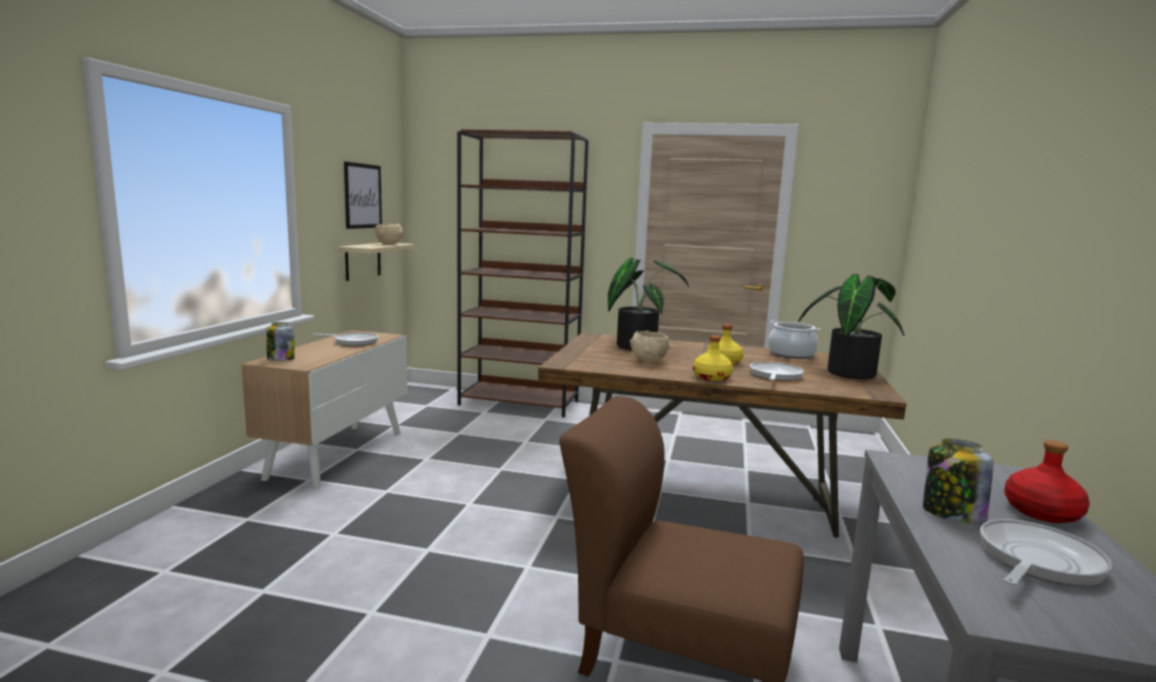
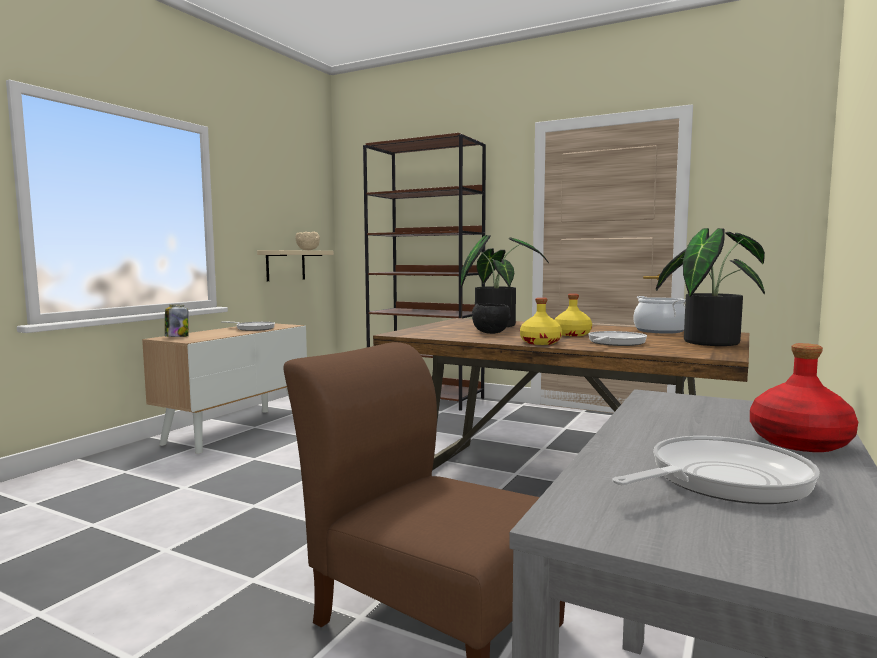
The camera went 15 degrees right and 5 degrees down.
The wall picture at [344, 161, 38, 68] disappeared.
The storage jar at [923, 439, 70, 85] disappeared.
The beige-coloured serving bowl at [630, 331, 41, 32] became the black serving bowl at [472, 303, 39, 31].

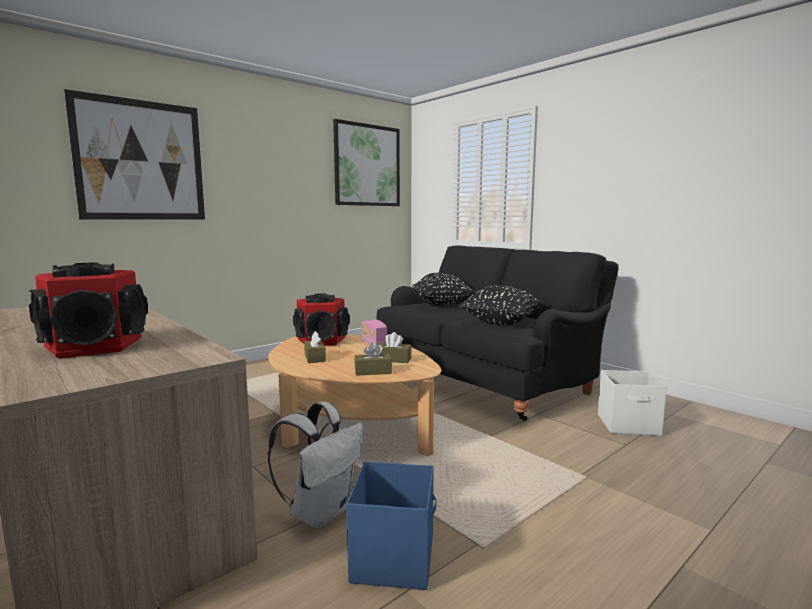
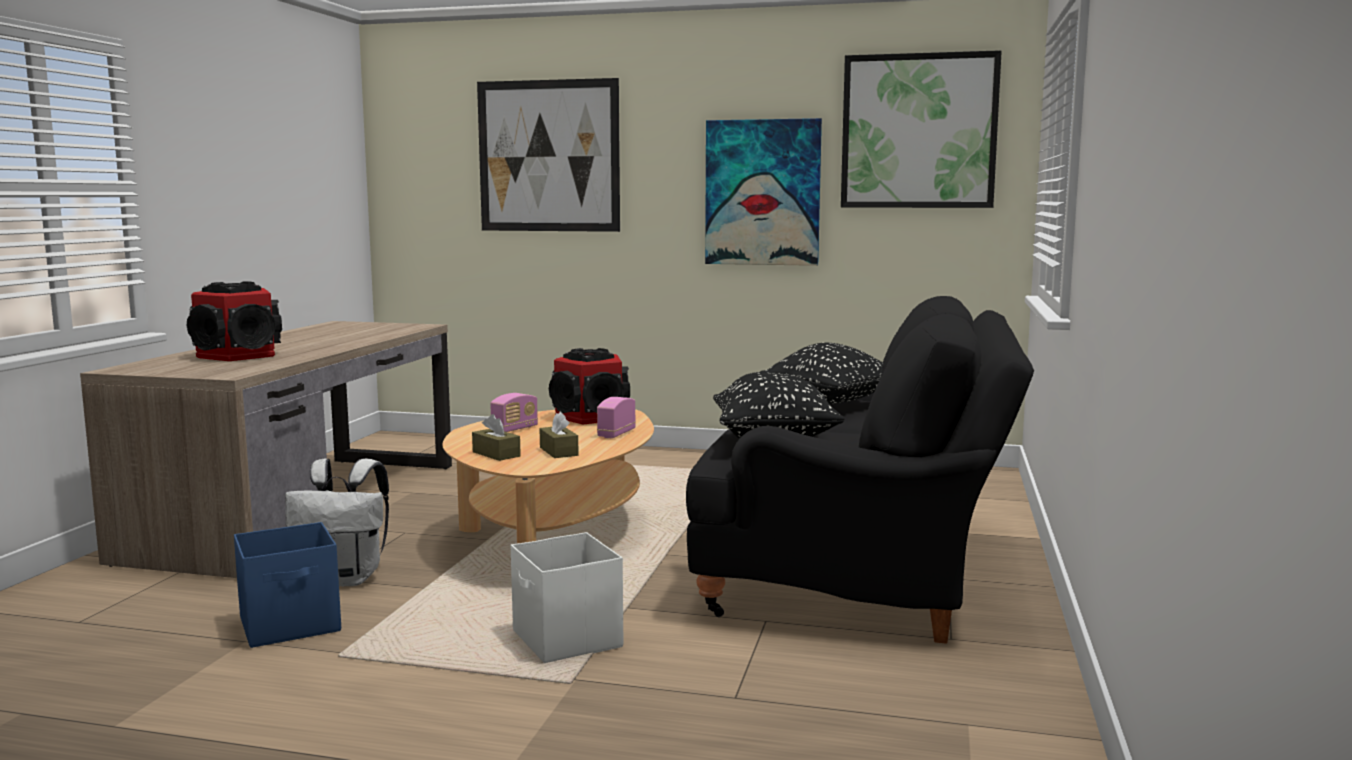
The camera went 55 degrees right and 0 degrees up.
The wall picture at [705, 118, 117, 148] appeared.
The white-coloured storage box moved from [598, 370, 69, 66] to [511, 532, 112, 131].
The brownish box of tissues at [304, 331, 22, 32] was replaced by the radio at [490, 393, 48, 39].

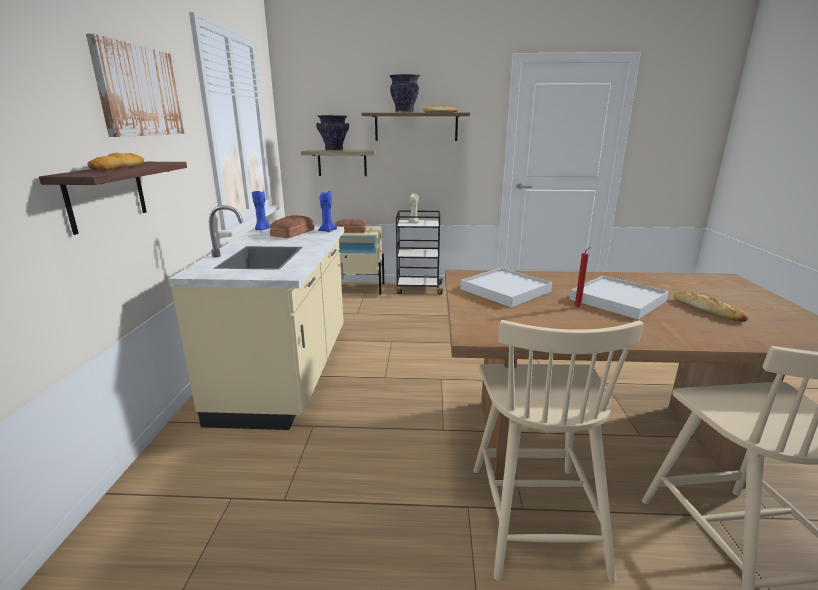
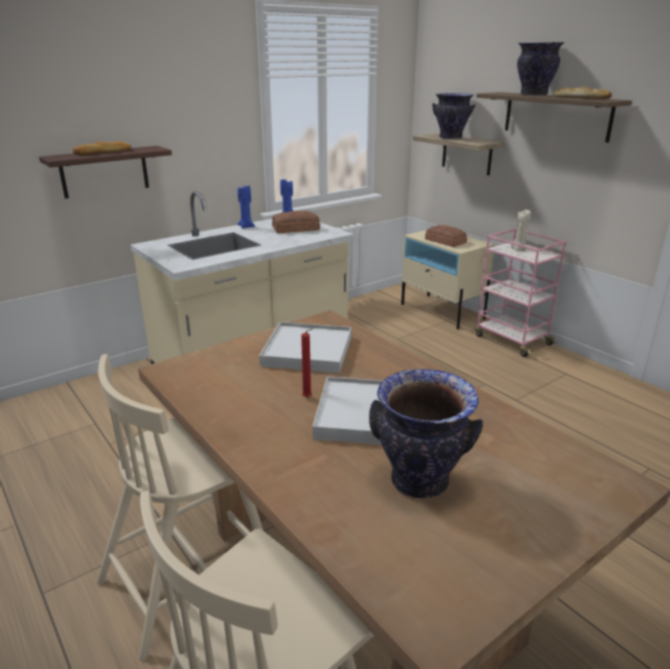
The camera went 50 degrees right and 5 degrees up.
The wall picture at [86, 34, 99, 103] disappeared.
The bluish candle moved from [318, 191, 19, 41] to [237, 184, 18, 45].
The bakery bread at [674, 291, 74, 31] was replaced by the decorative vase at [369, 369, 114, 130].
The black trolley at [395, 210, 50, 85] became the pinkish trolley at [475, 228, 91, 129].

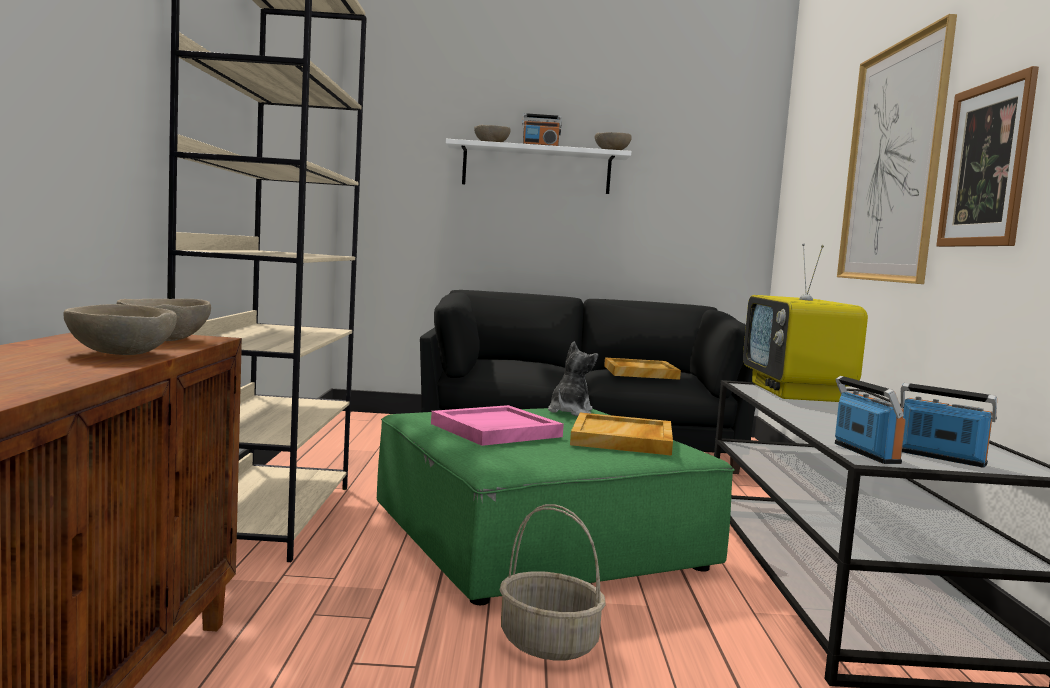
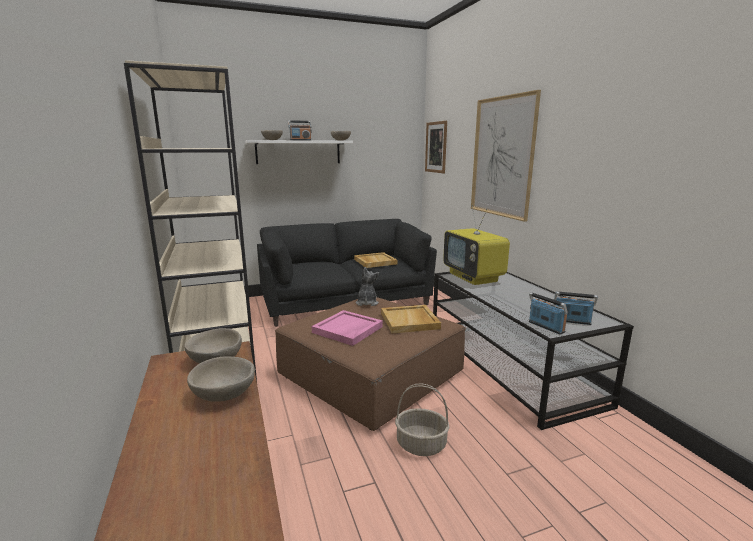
The camera went 20 degrees left and 10 degrees up.
The wall picture moved from [936, 66, 103, 181] to [425, 121, 22, 52].
The greenish pouffe at [377, 408, 358, 197] became the brownish pouffe at [275, 297, 191, 134].

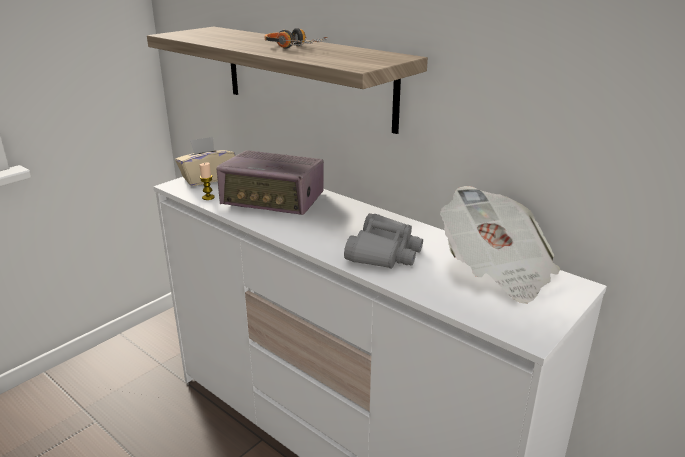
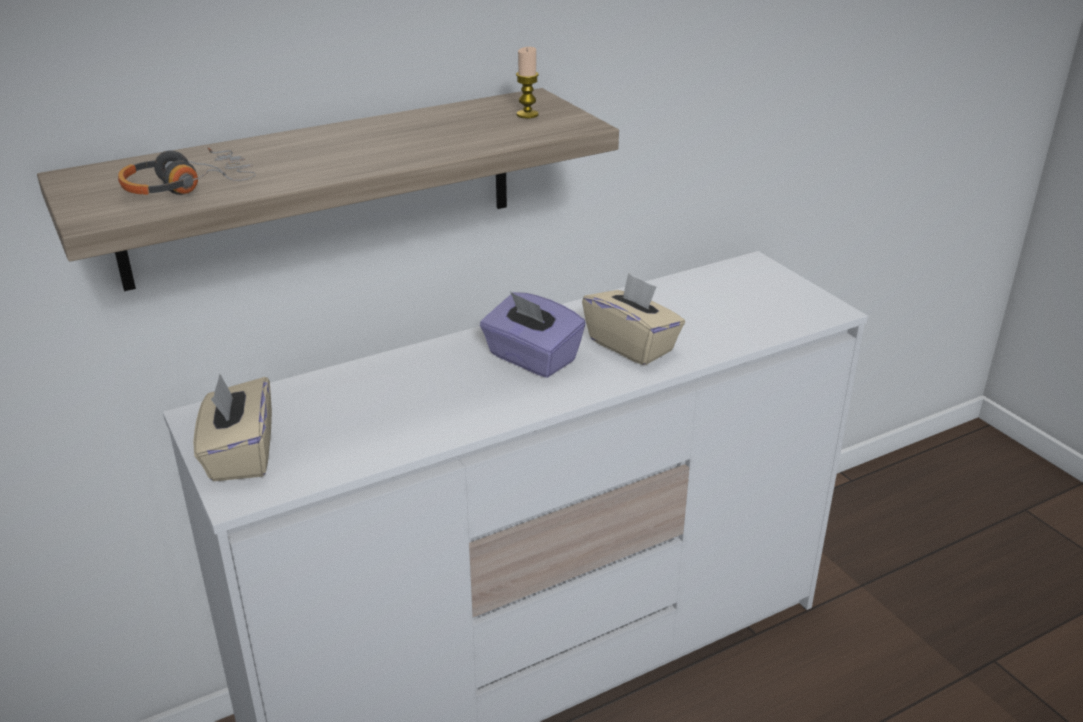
The camera went 70 degrees left and 5 degrees up.
The radio at [217, 150, 107, 65] disappeared.
The daily paper at [440, 186, 120, 118] disappeared.
The purplish box of tissues at [480, 292, 106, 86] appeared.
The candle moved from [200, 163, 15, 37] to [516, 47, 23, 71].
The pair of headphones moved from [264, 28, 64, 21] to [118, 148, 138, 47].
The greyish field glasses at [344, 213, 79, 56] was replaced by the beige-coloured box of tissues at [582, 273, 103, 92].

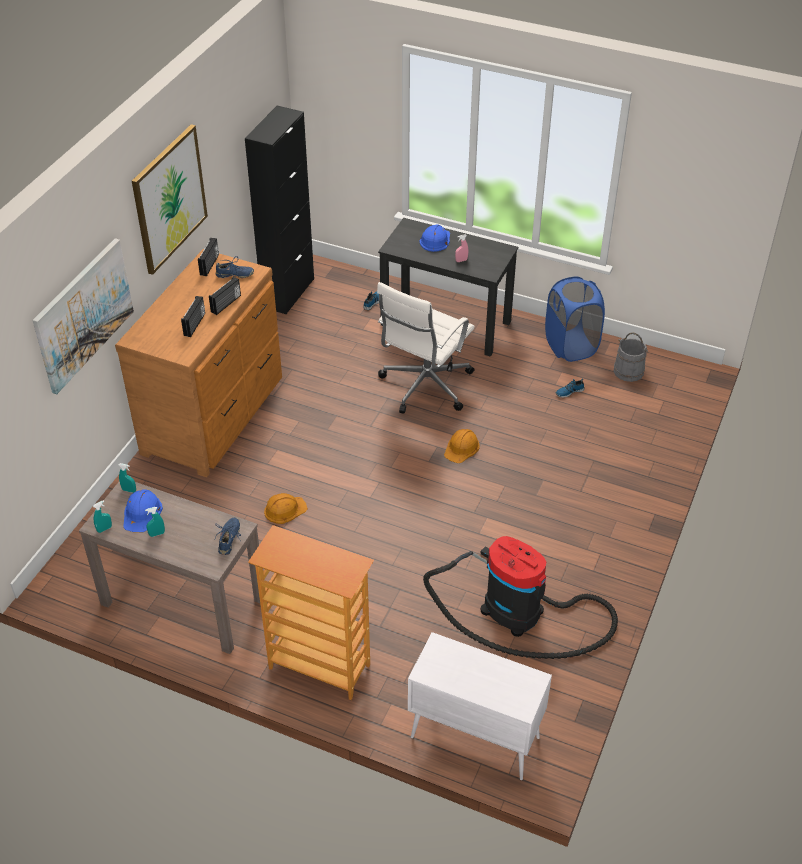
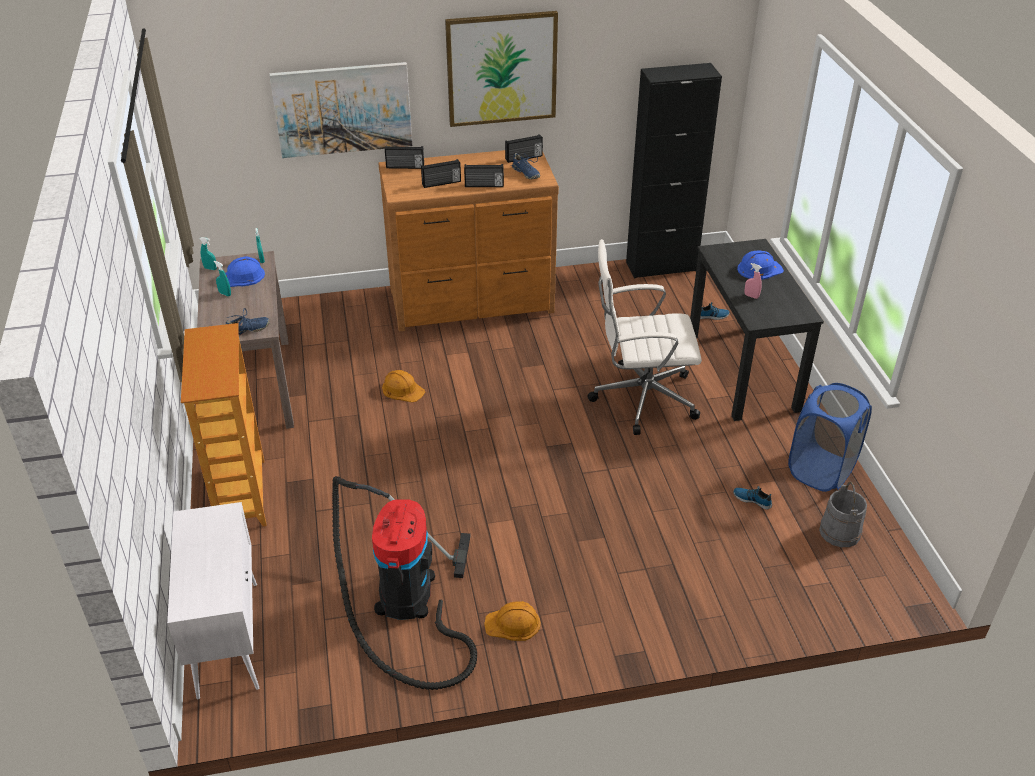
The camera went 55 degrees right and 5 degrees down.
The radio at [385, 146, 39, 23] appeared.
The orange-coloured work helmet moved from [444, 429, 36, 34] to [484, 601, 57, 40].

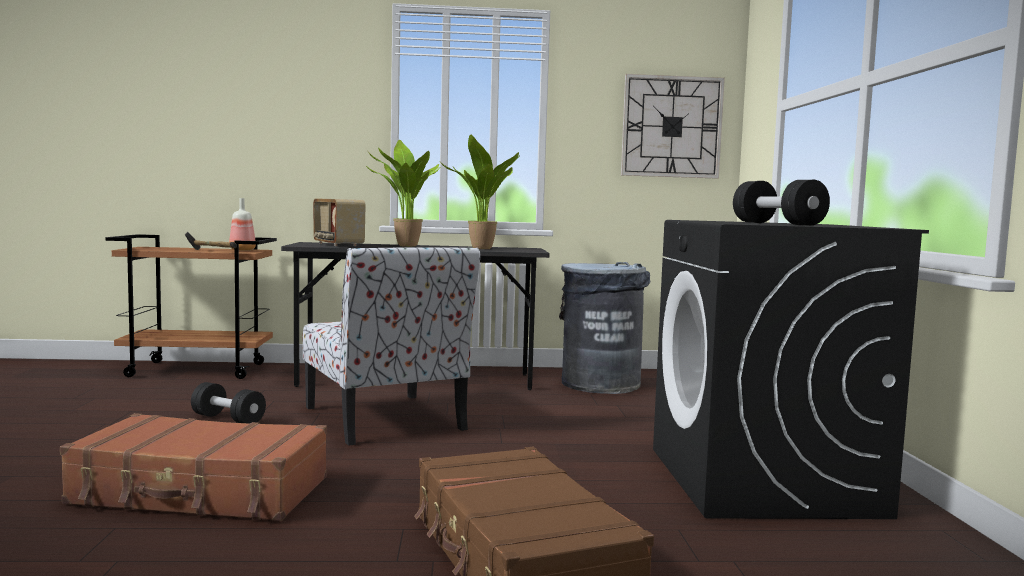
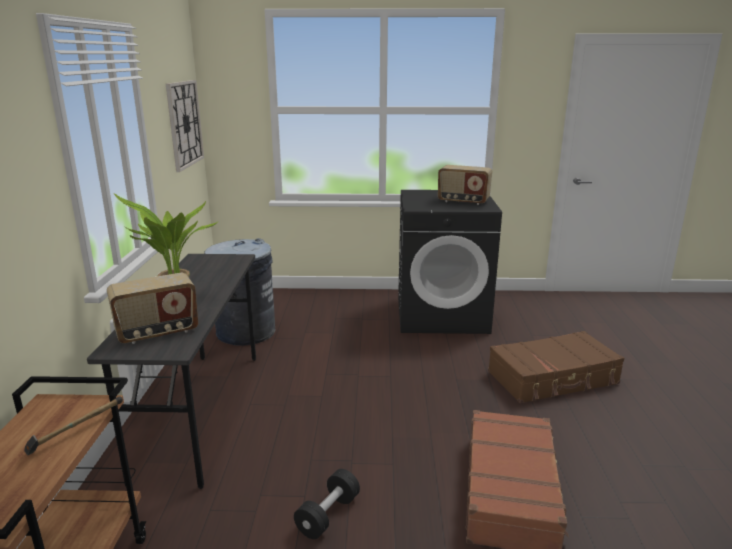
The camera went 85 degrees left and 15 degrees up.
The beverage bottle at [229, 198, 27, 53] disappeared.
The upright chair at [303, 247, 177, 199] disappeared.
The potted plant at [440, 135, 81, 114] disappeared.
The black dumbbell at [733, 180, 97, 45] was replaced by the radio at [438, 165, 54, 40].

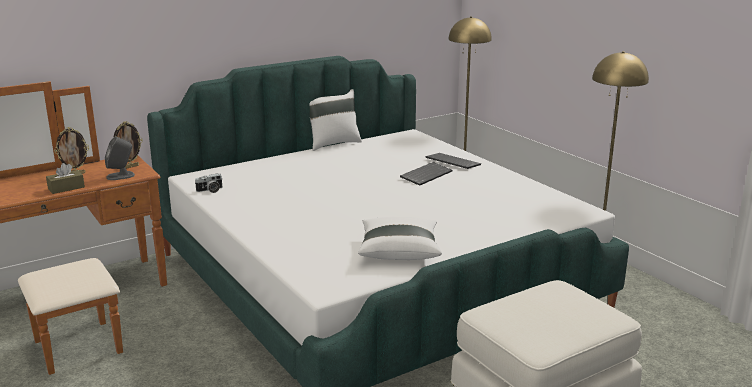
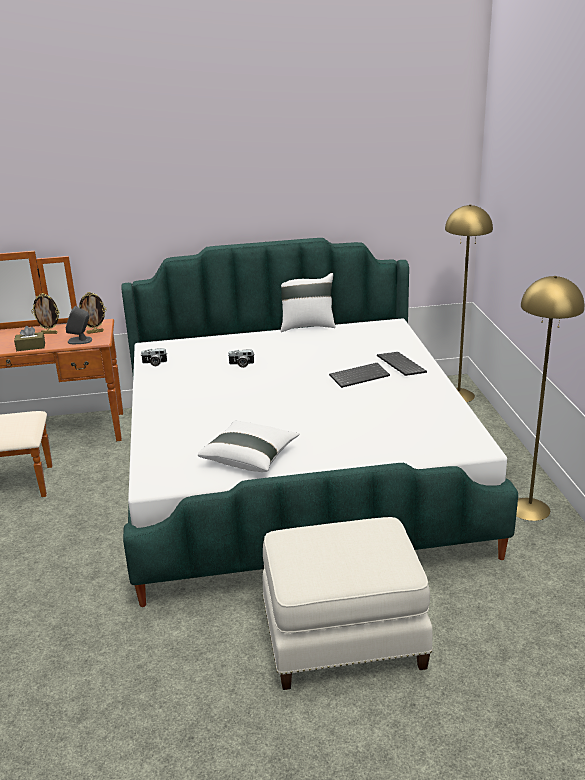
The camera went 25 degrees right and 5 degrees up.
The still camera at [228, 349, 26, 19] appeared.

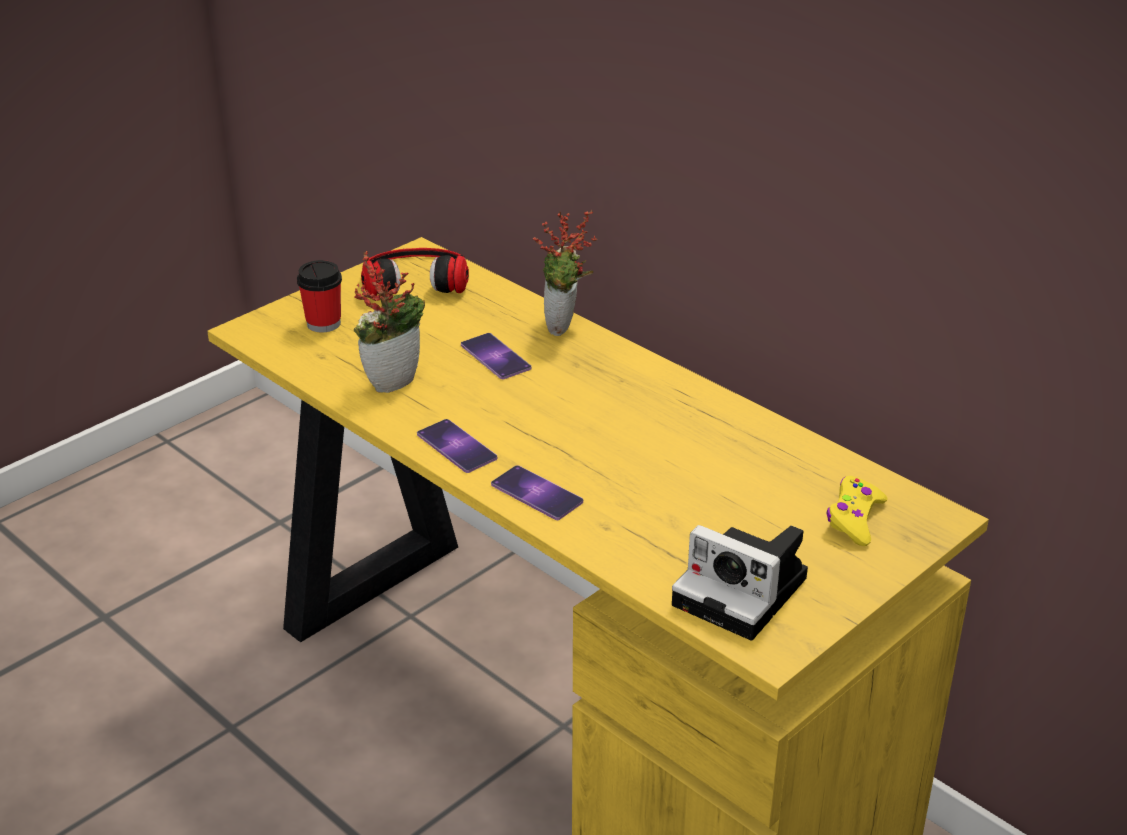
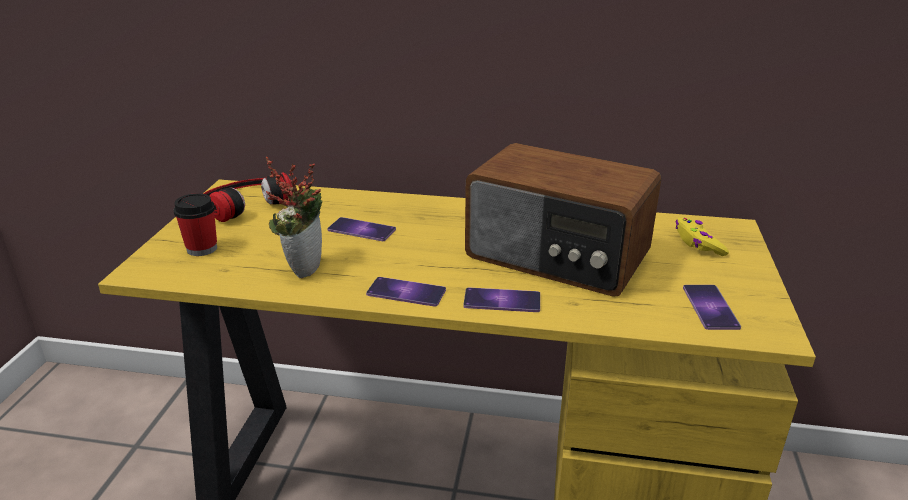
The camera went 35 degrees left and 5 degrees down.
The potted plant at [533, 210, 64, 126] disappeared.
The radio at [465, 143, 196, 154] appeared.
The still camera at [672, 525, 136, 116] was replaced by the handset at [683, 285, 58, 45].

